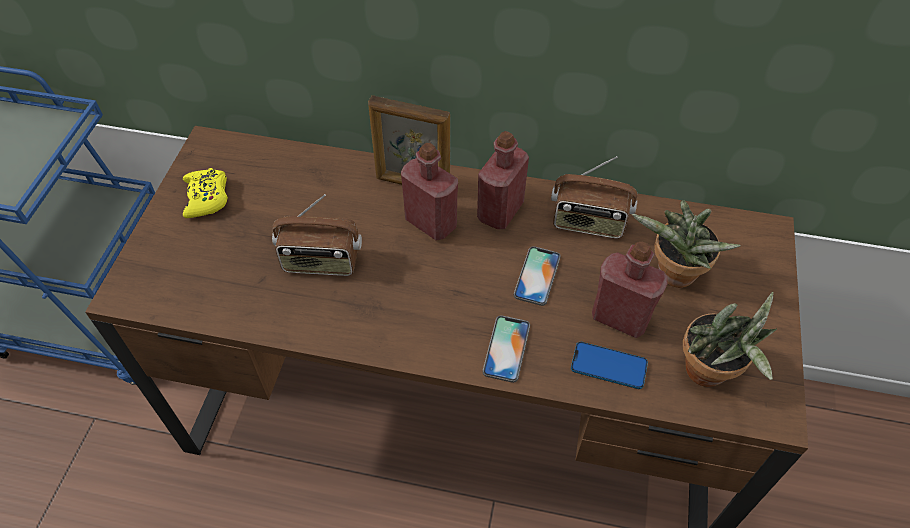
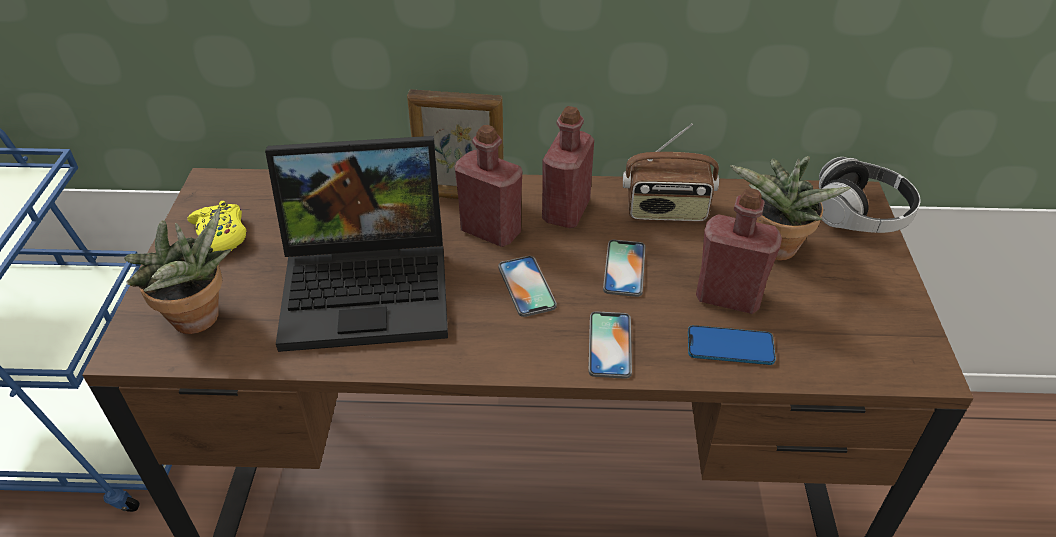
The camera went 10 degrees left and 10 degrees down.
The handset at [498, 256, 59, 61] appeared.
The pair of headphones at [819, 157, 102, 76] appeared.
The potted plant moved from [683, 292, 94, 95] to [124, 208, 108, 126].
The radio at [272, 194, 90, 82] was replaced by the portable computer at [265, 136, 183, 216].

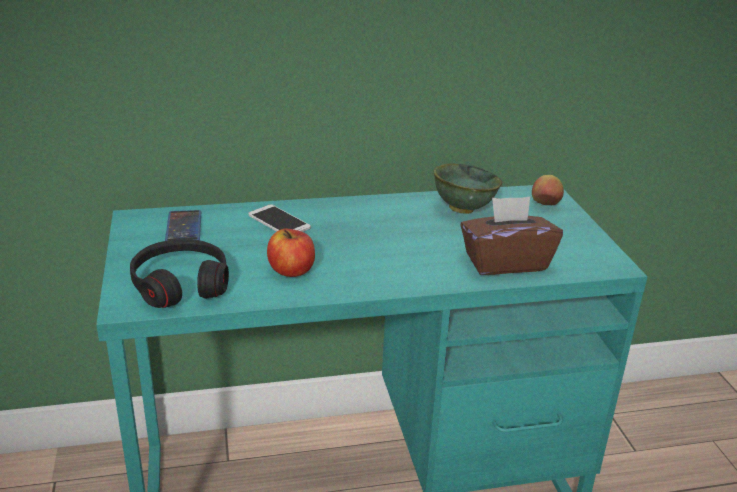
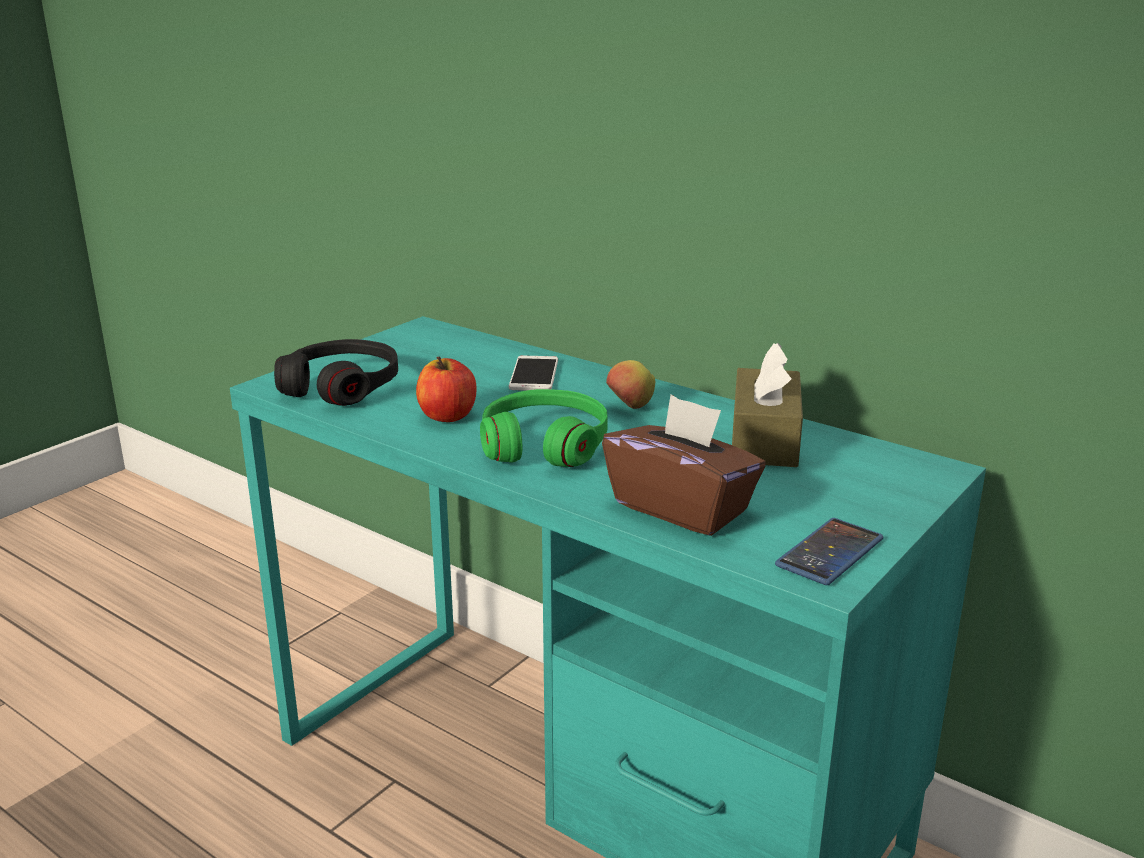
The camera went 50 degrees right and 5 degrees down.
The greenish pair of headphones at [480, 389, 128, 78] appeared.
The handset moved from [165, 210, 36, 31] to [775, 518, 108, 67].
The apple moved from [532, 175, 32, 30] to [606, 360, 49, 49].
The greenish serving bowl at [433, 164, 69, 50] was replaced by the brownish box of tissues at [732, 343, 71, 124].

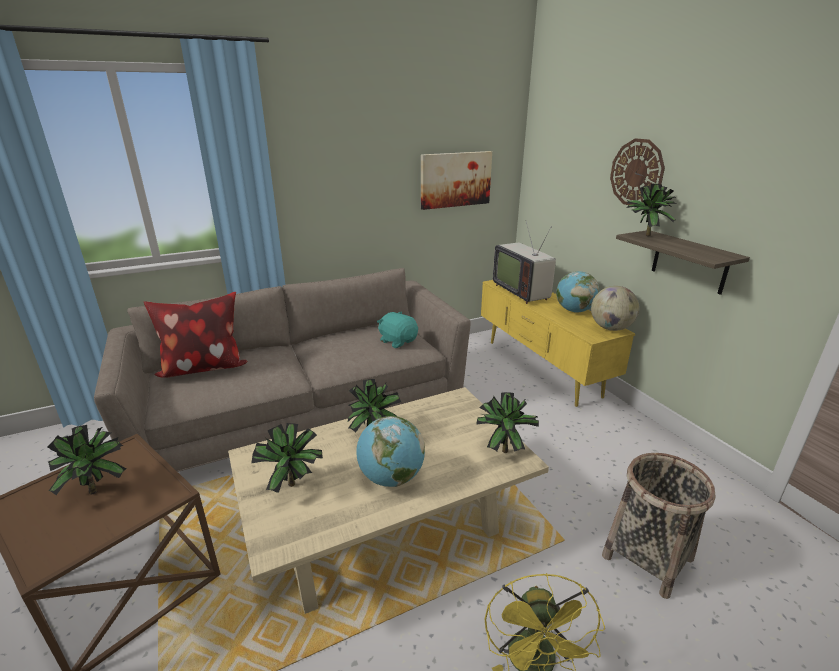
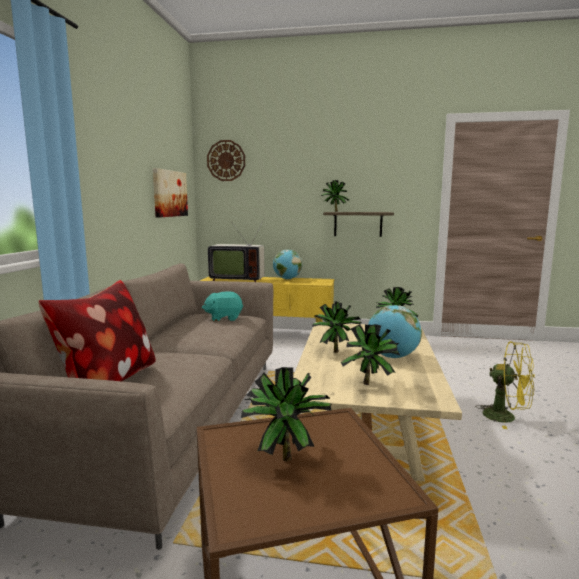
The camera went 55 degrees left and 15 degrees down.
The globe at [591, 286, 48, 45] disappeared.
The household basket at [602, 453, 114, 146] disappeared.
The hanging clock moved from [610, 138, 55, 67] to [207, 140, 38, 41].

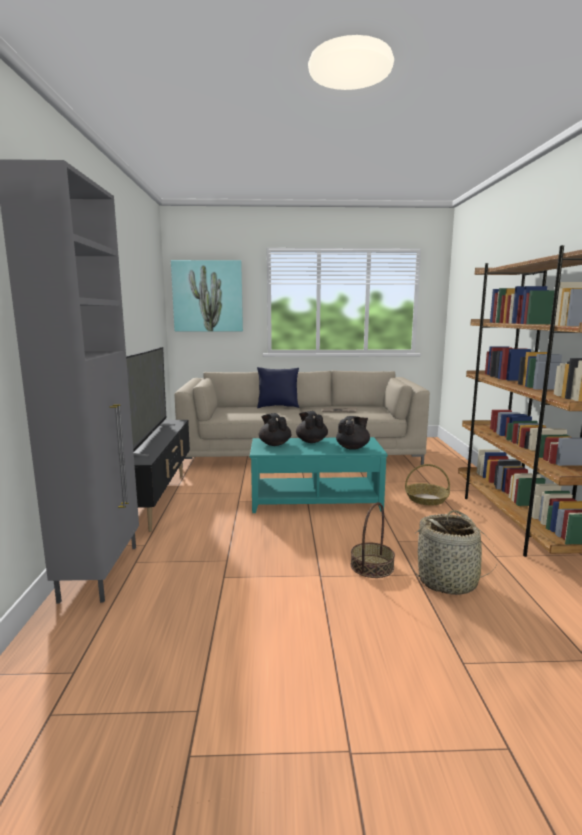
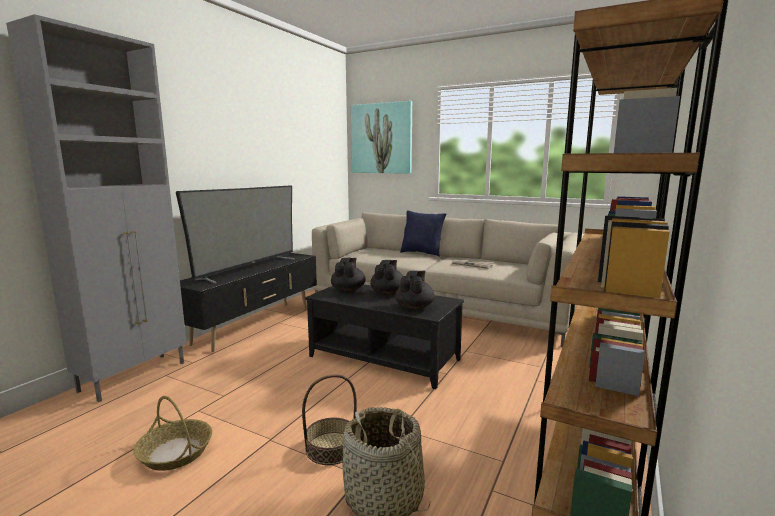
The camera went 30 degrees right and 0 degrees up.
The household basket moved from [405, 464, 45, 42] to [134, 396, 78, 75].
The blue-green coffee table at [250, 437, 137, 76] became the black coffee table at [305, 284, 159, 105].
The black tea pot at [336, 416, 34, 34] turned 60 degrees counterclockwise.

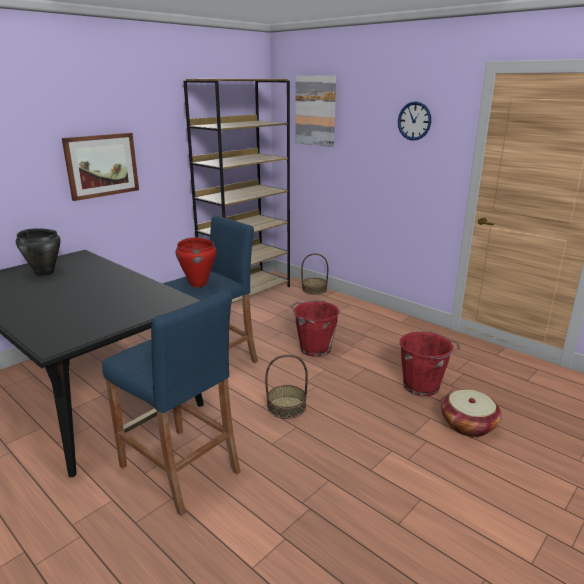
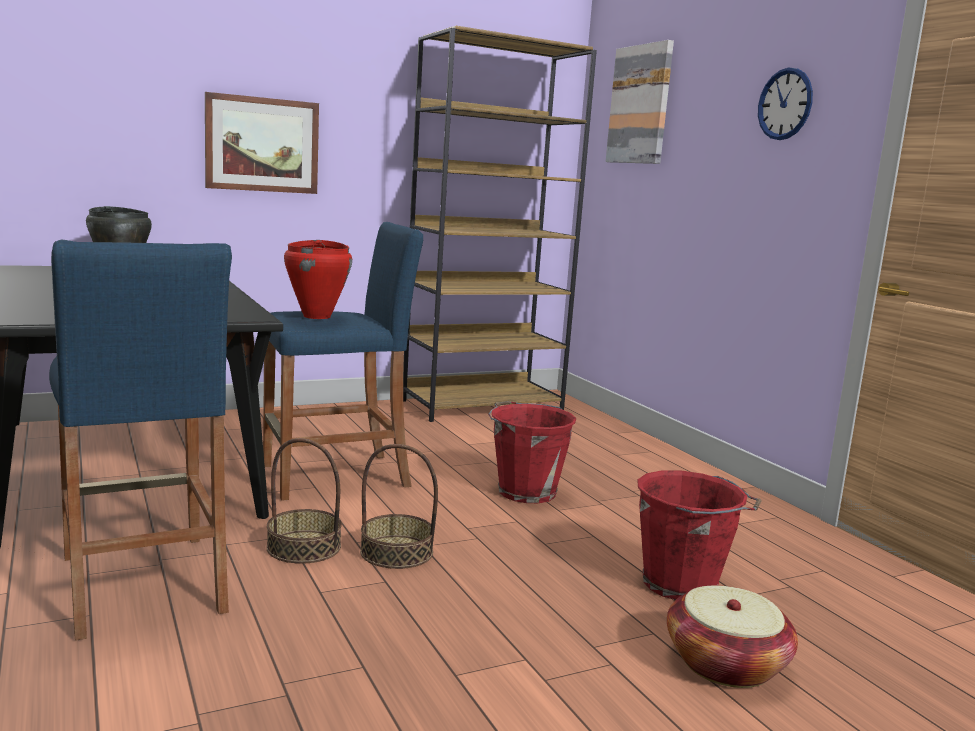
The camera went 20 degrees right and 10 degrees down.
The household basket moved from [301, 253, 27, 42] to [267, 438, 75, 126].

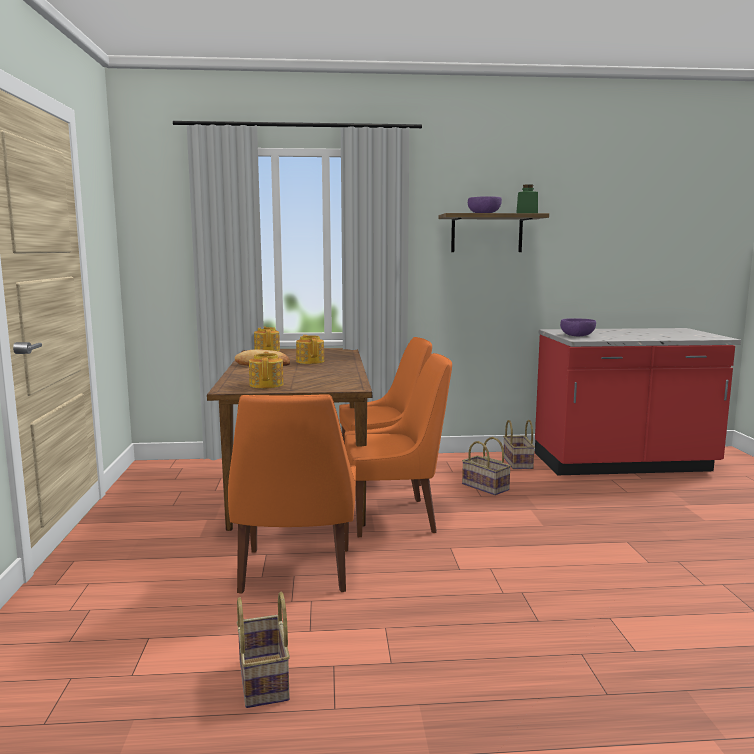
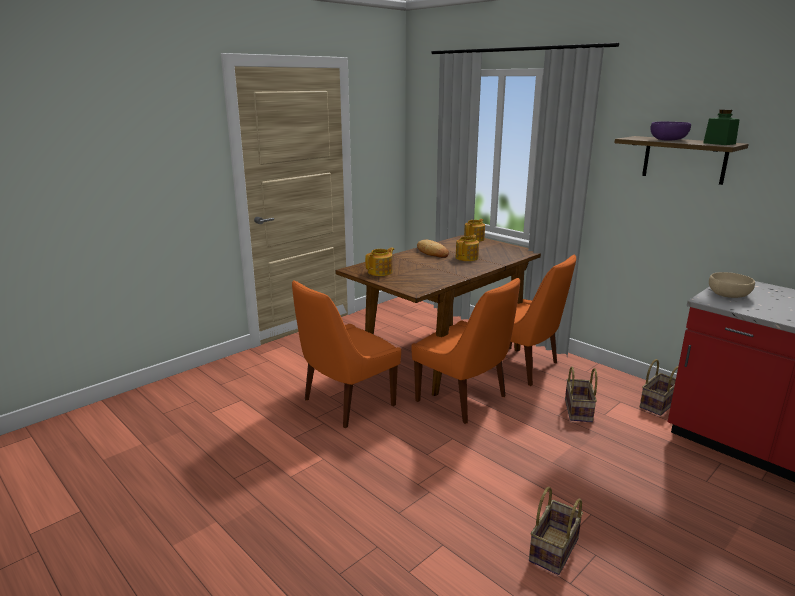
The camera went 50 degrees right and 10 degrees up.
The household basket moved from [237, 592, 53, 116] to [529, 487, 54, 88].
The purplish serving bowl at [560, 318, 36, 18] became the beige-coloured serving bowl at [709, 272, 46, 26].

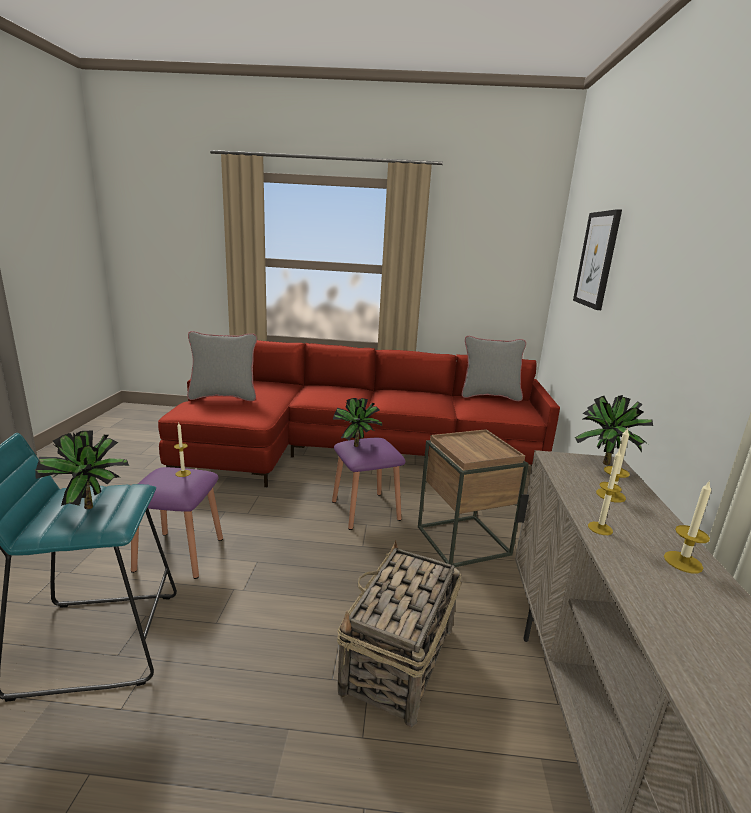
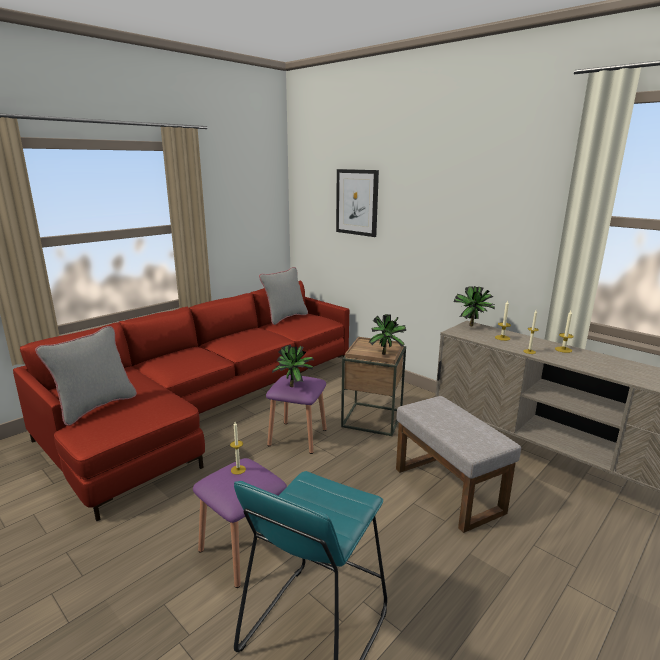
The camera went 50 degrees left and 0 degrees up.
The potted plant moved from [34, 431, 95, 78] to [368, 314, 38, 41].
The household basket at [337, 540, 124, 188] was replaced by the greyish pouffe at [396, 396, 125, 137].

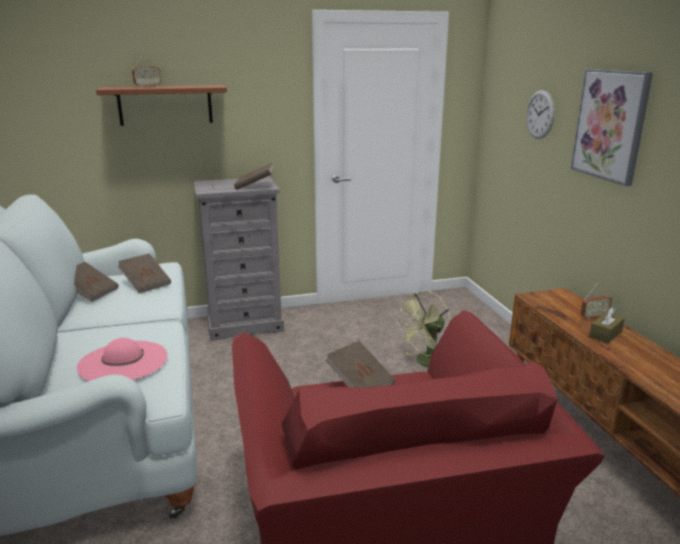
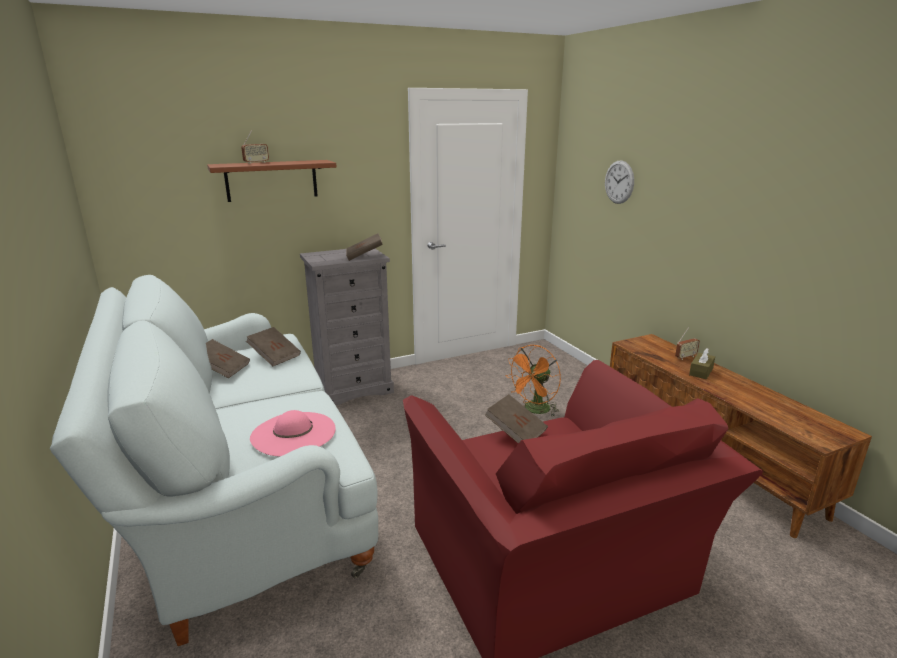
The camera went 10 degrees left and 0 degrees up.
The wall picture at [571, 69, 82, 117] disappeared.
The greenish cooling fan at [397, 291, 54, 76] became the orange-coloured cooling fan at [506, 345, 55, 72].

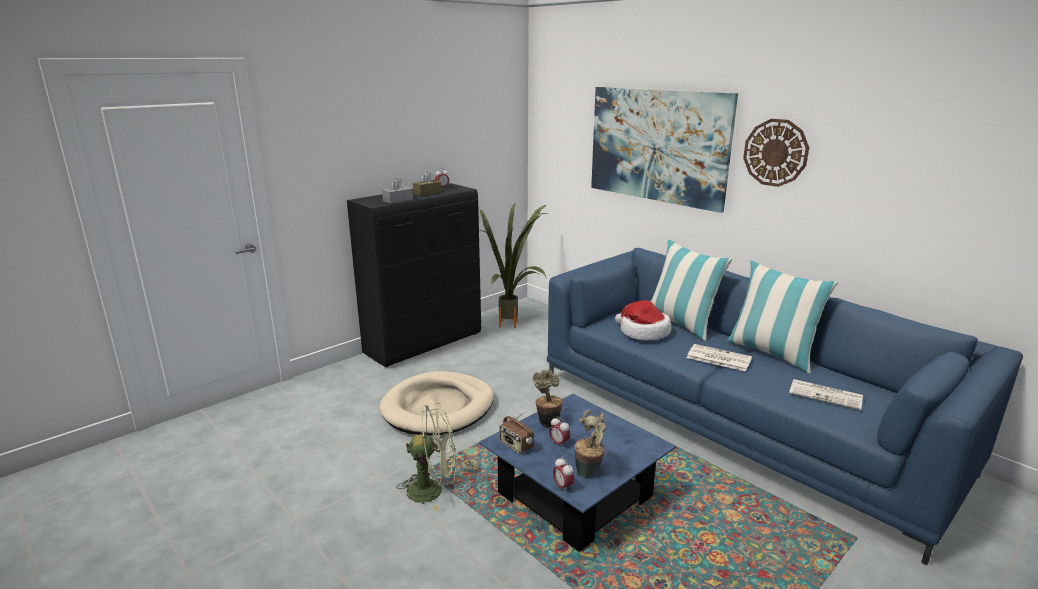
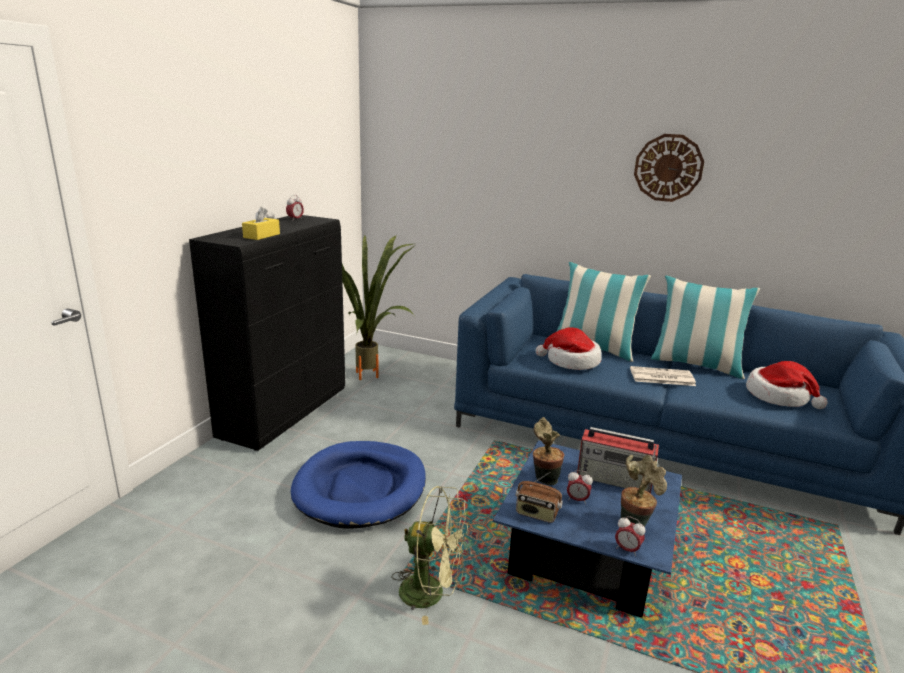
The camera went 25 degrees left and 0 degrees up.
The brownish box of tissues at [413, 172, 29, 24] disappeared.
The wall picture at [591, 87, 147, 126] disappeared.
The radio at [577, 427, 82, 66] appeared.
The daily paper at [789, 379, 74, 31] was replaced by the hat at [746, 361, 82, 48].
The beige-coloured dog bed at [379, 371, 115, 64] became the bluish dog bed at [291, 441, 135, 88].
The greyish box of tissues at [382, 178, 31, 26] became the yellowish box of tissues at [242, 207, 38, 33].
The greenish cooling fan at [397, 403, 59, 108] turned 45 degrees clockwise.

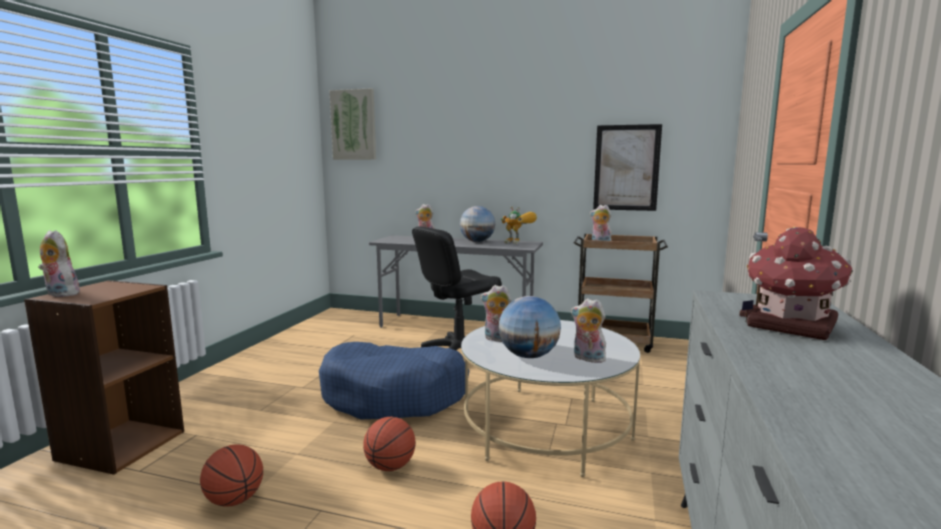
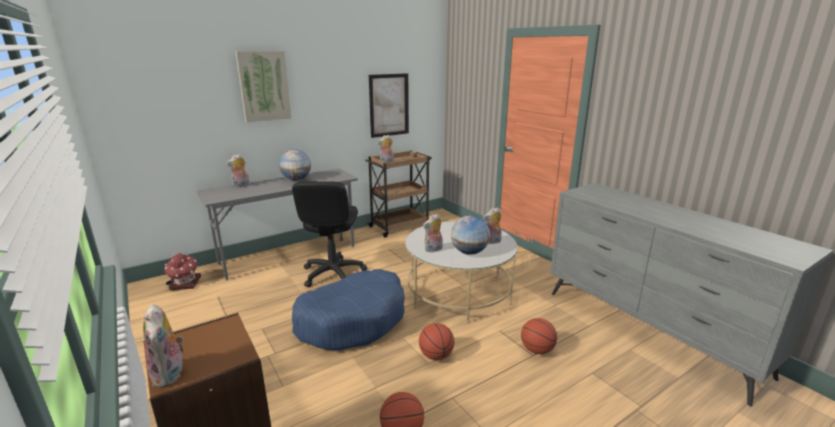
The camera went 50 degrees left and 10 degrees up.
The toy robot at [501, 206, 36, 38] disappeared.
The wall picture moved from [329, 88, 47, 72] to [235, 51, 56, 71].
The toy house moved from [739, 226, 113, 114] to [164, 253, 37, 37].
The soft toy at [38, 230, 42, 67] turned 90 degrees counterclockwise.

